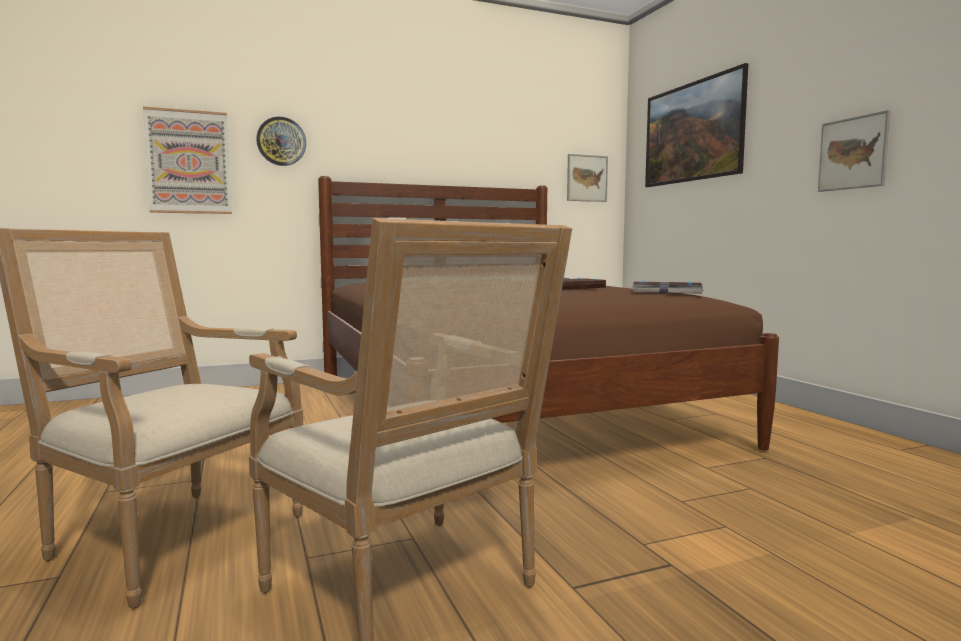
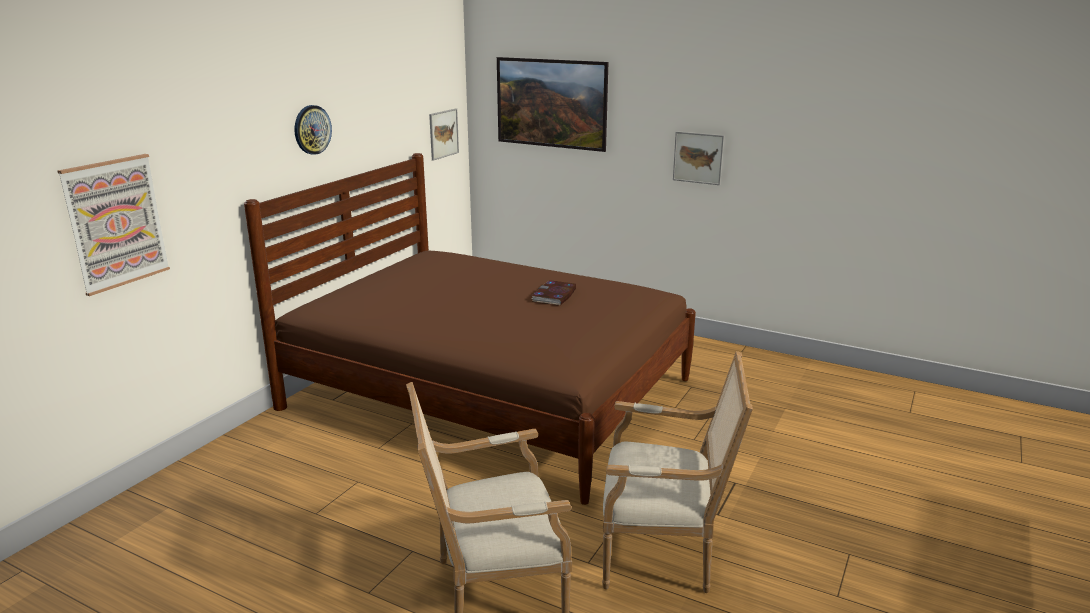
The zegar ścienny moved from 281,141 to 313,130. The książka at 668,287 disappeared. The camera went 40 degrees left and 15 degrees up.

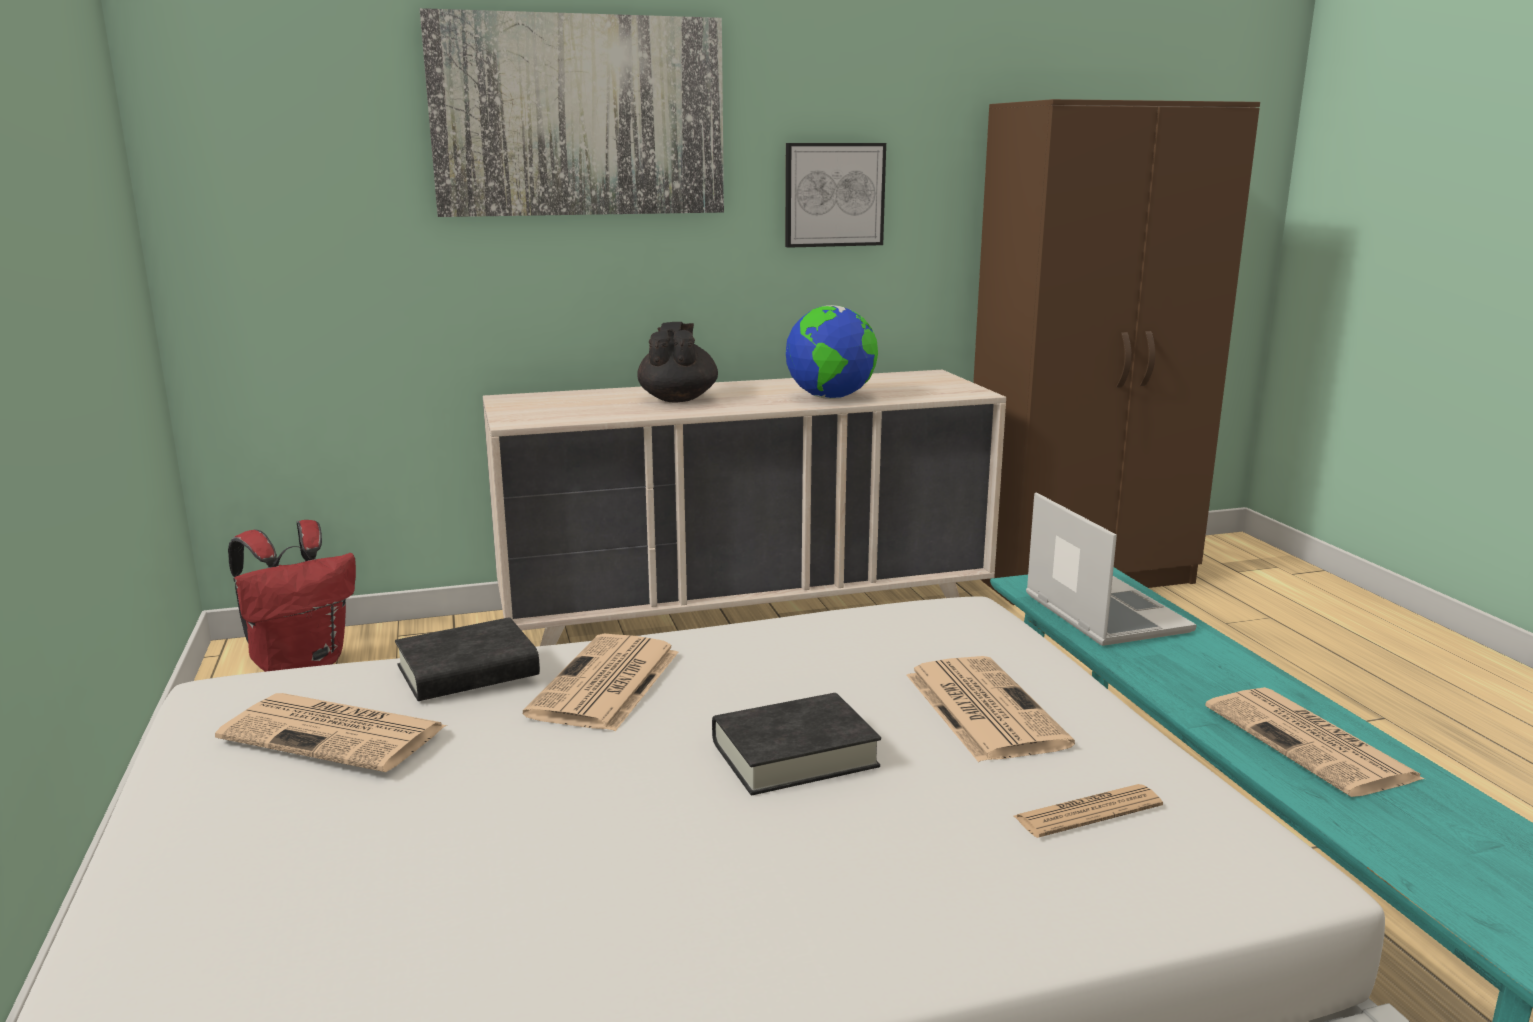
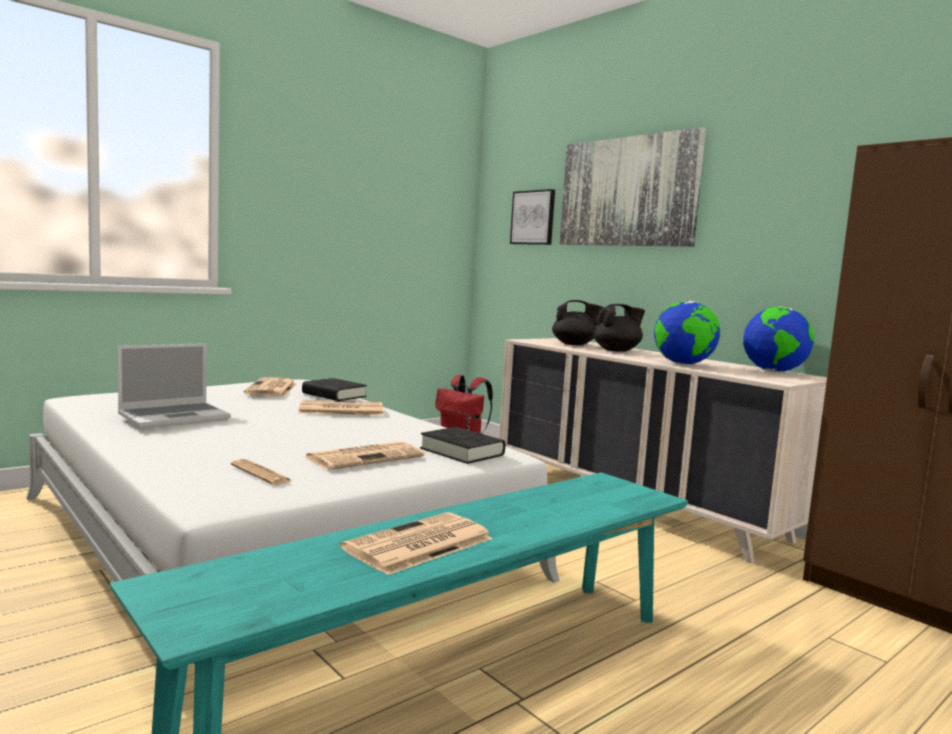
The laptop moved from 1111,569 to 174,386. The książka [czarny] moved from 796,744 to 462,445. The obraz moved from 835,195 to 532,217. The imbryk [czarny] at 578,322 appeared. The globus at 778,339 appeared. The camera went 65 degrees right and 10 degrees down.

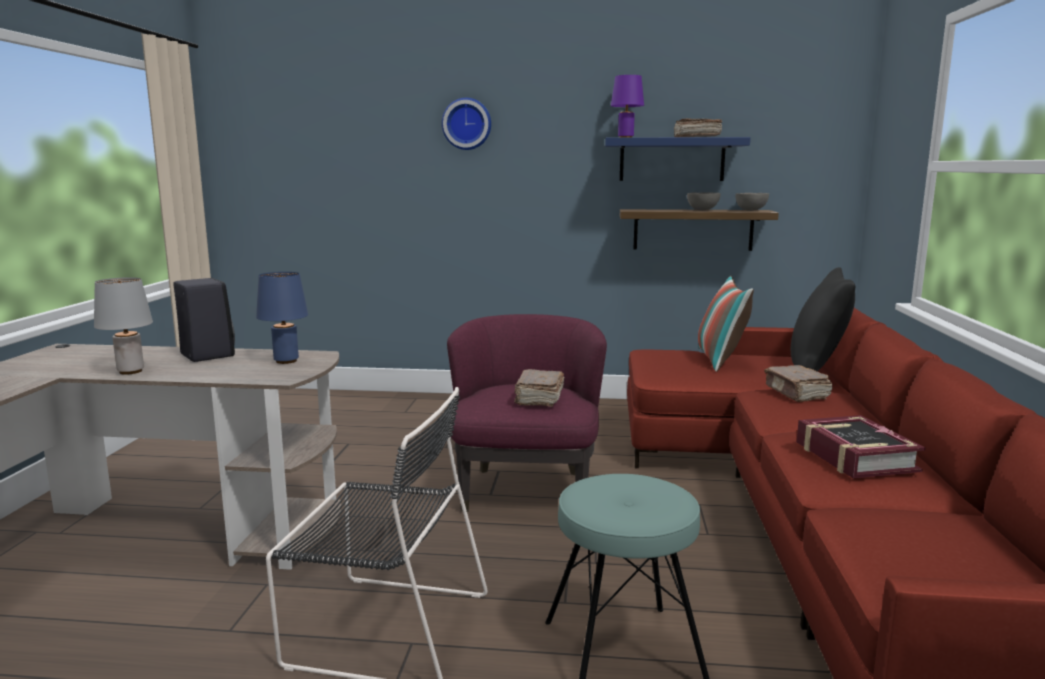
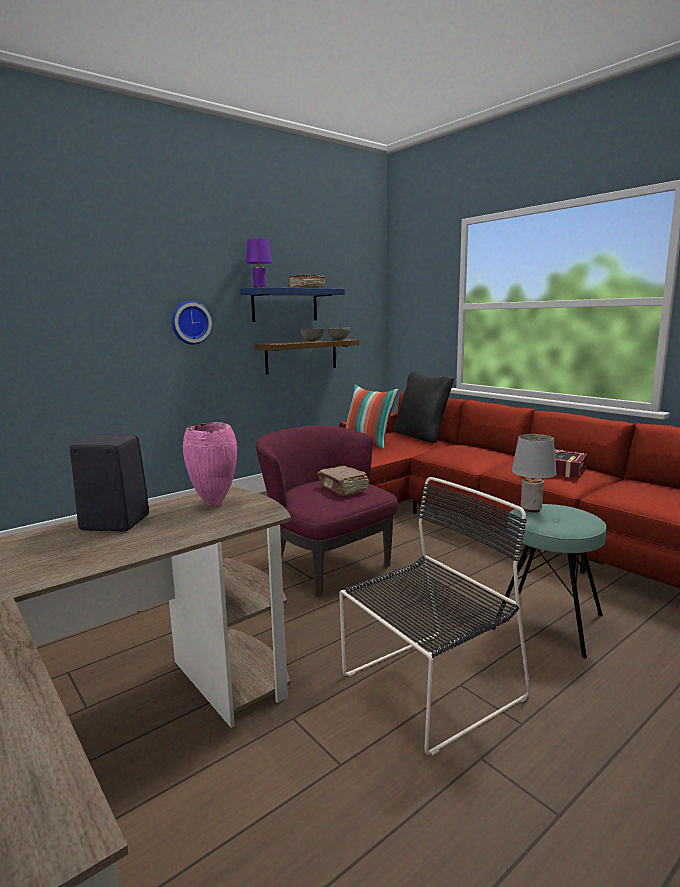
The zegar ścienny moved from 466,124 to 191,323. The lampa stołowa [niebieski] at 282,318 was replaced by the wazon [różowy] at 210,464. The lampa stołowa [szary] moved from 123,326 to 534,473. The książka [brązowy] at 798,383 disappeared. The camera went 45 degrees left and 0 degrees up.

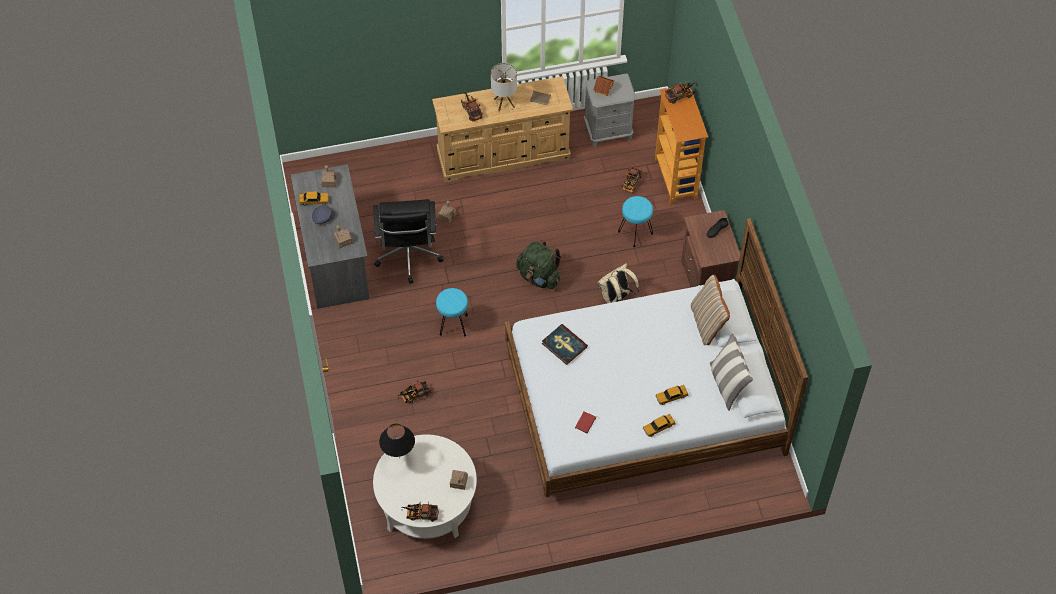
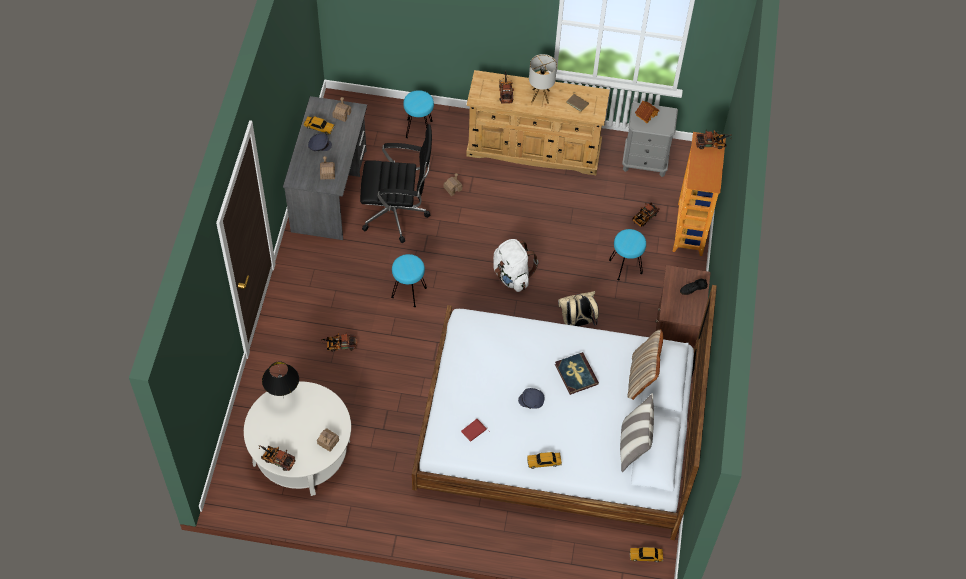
The krzesło biurowe [czarny] at 408,241 turned 105 degrees counterclockwise. The stołek [turkusowy] at 418,114 appeared. The plecak [zielony] at 538,264 became the plecak [biały] at 516,265. The czapka z daszkiem [szary] at 531,398 appeared. The książka moved from 565,344 to 577,373. The samochodzik moved from 672,395 to 646,554. The camera went 20 degrees right and 0 degrees up.

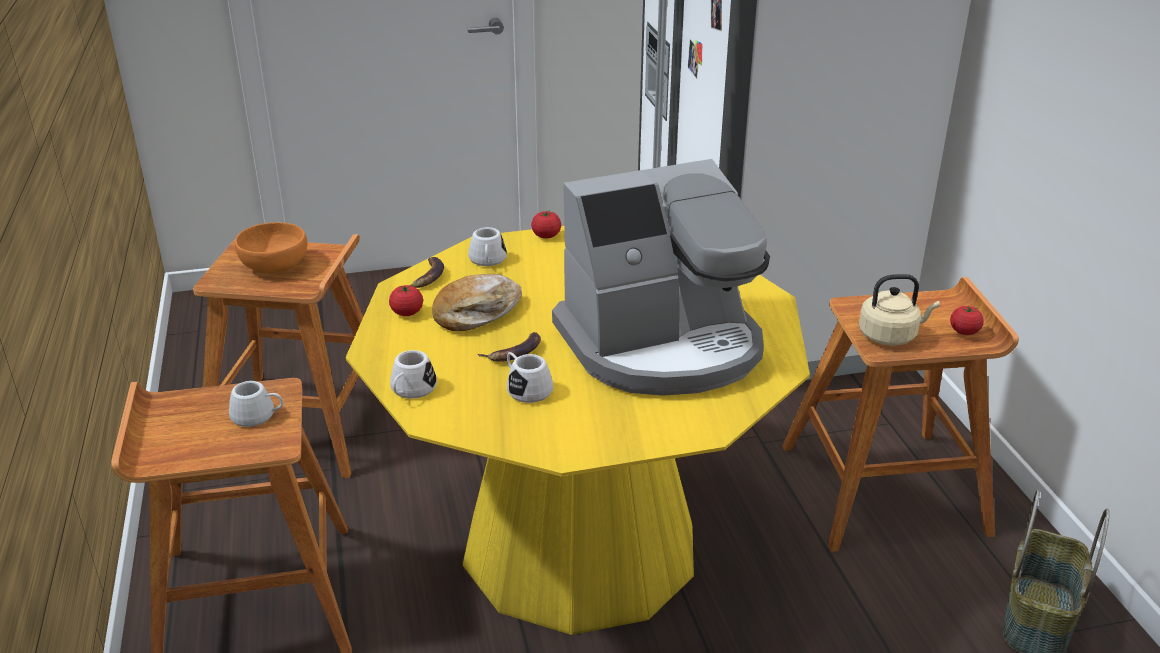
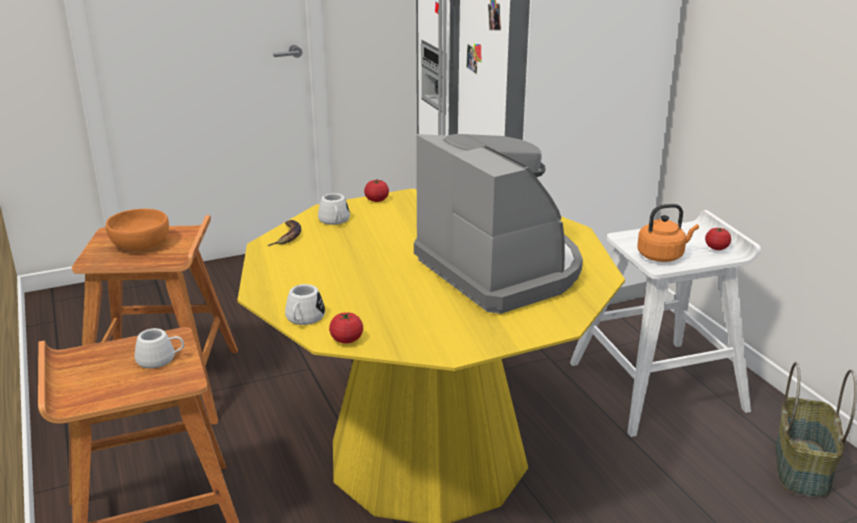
The pomidor moved from 406,300 to 346,328. The ekspres do kawy at 661,277 turned 90 degrees counterclockwise. The stołek [brązowy] at 900,414 became the stołek [biały] at 665,323. The czajnik [beżowy] at 899,310 became the czajnik [pomarańczowy] at 668,233. The chleb at 477,302 disappeared. The banan at 509,347 disappeared. The kubek [biały] at 530,377 disappeared. The camera went 10 degrees left and 5 degrees down.

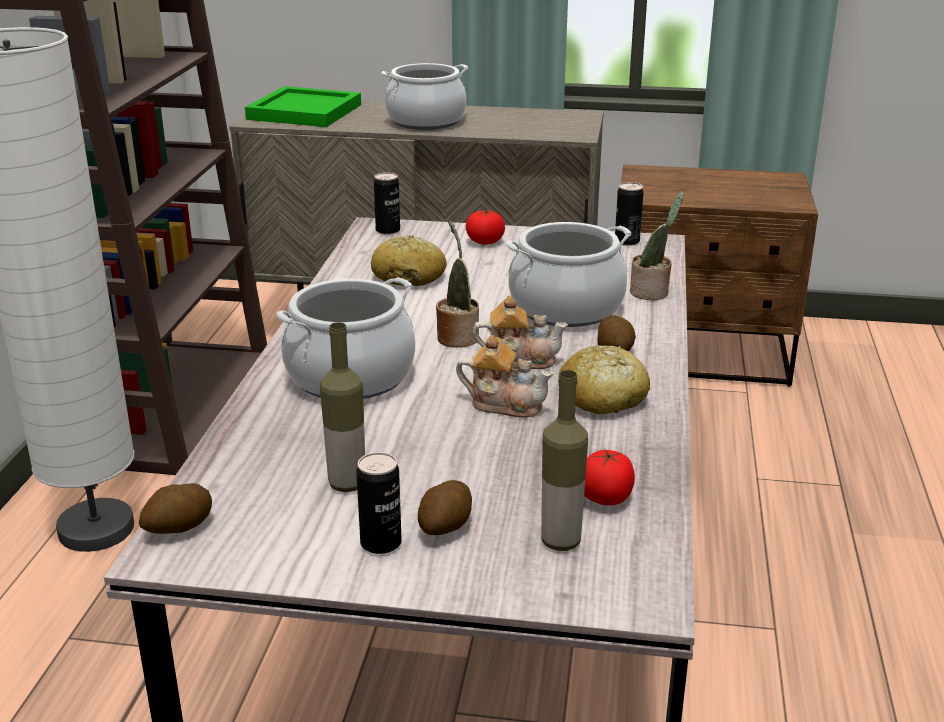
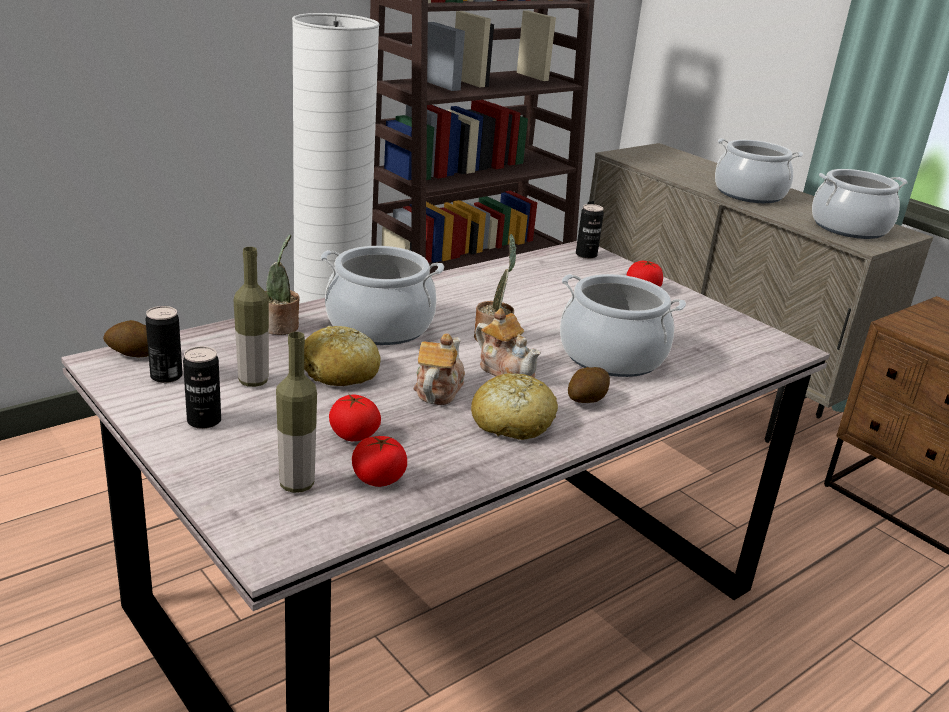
The puszka moved from 629,214 to 164,344. The roślina doniczkowa moved from 657,245 to 282,285. The chleb moved from 408,260 to 342,356. The pomidor at 355,417 appeared. The imbryk at 505,376 turned 135 degrees counterclockwise. The garnek at 860,204 appeared. The taca [zielony] at 303,106 disappeared. The ziemniak at 445,507 disappeared. The camera went 40 degrees right and 0 degrees up.

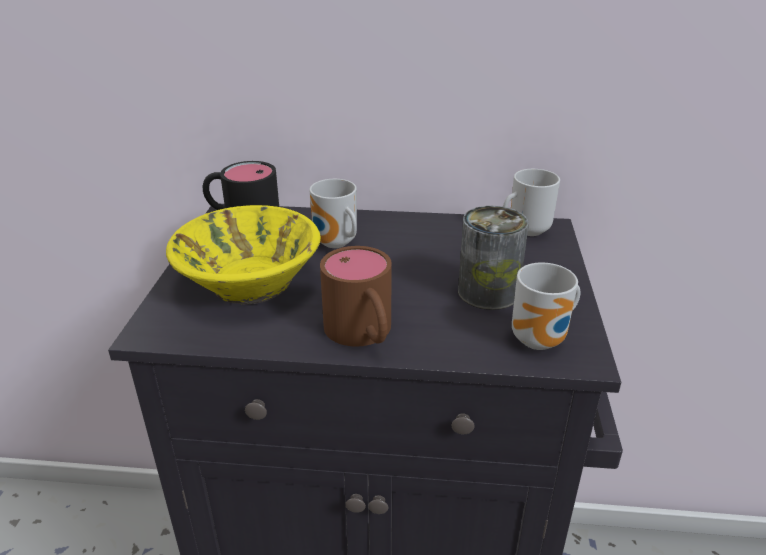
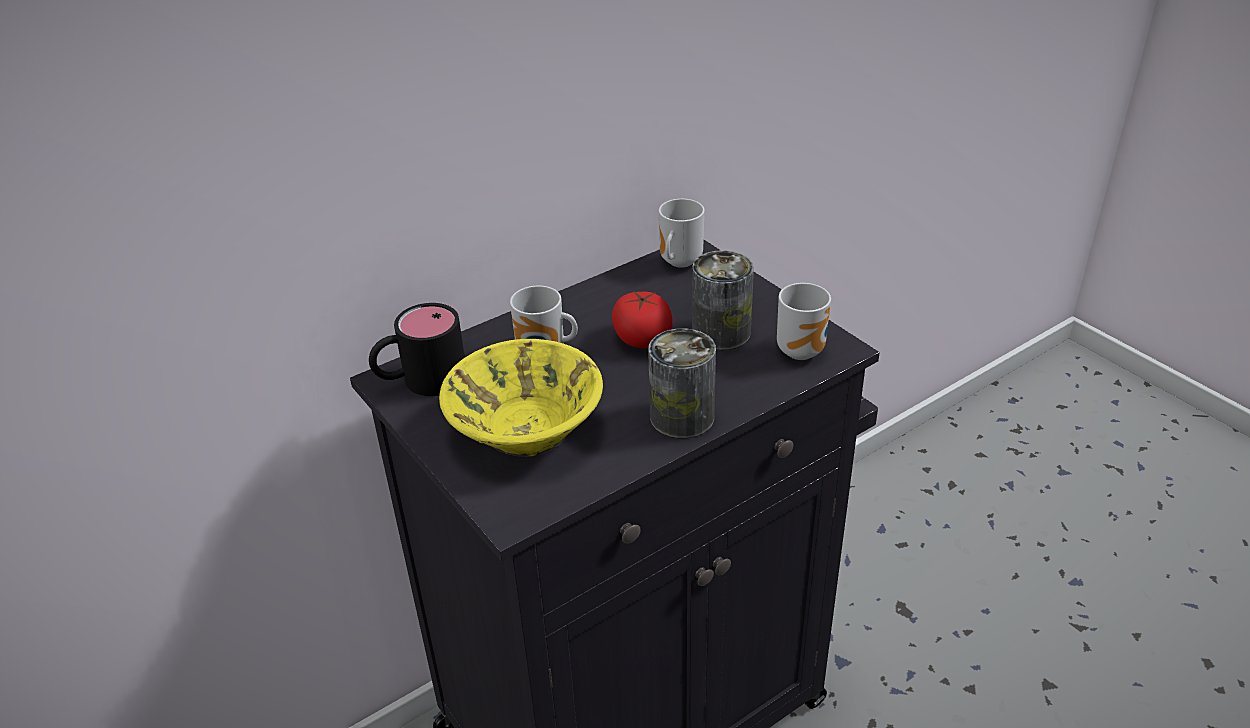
The pomidor at 642,319 appeared. The kubek [brązowy] at 356,296 was replaced by the puszka at 682,383. The camera went 40 degrees left and 5 degrees up.

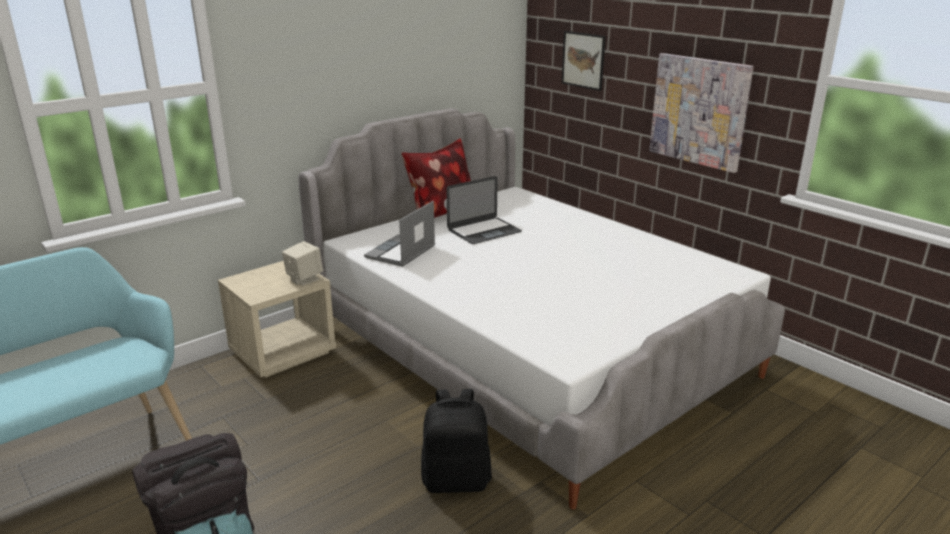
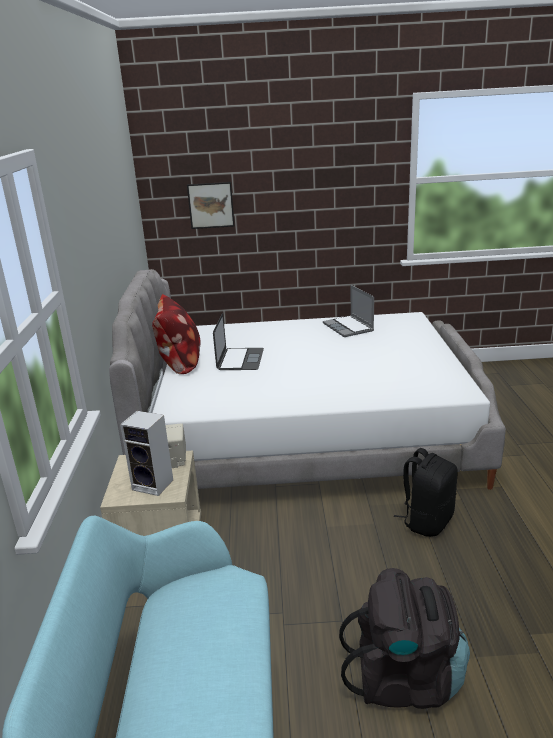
The głośnik at 146,453 appeared. The laptop moved from 399,234 to 348,311. The obraz at 701,113 disappeared. The camera went 50 degrees left and 0 degrees up.

